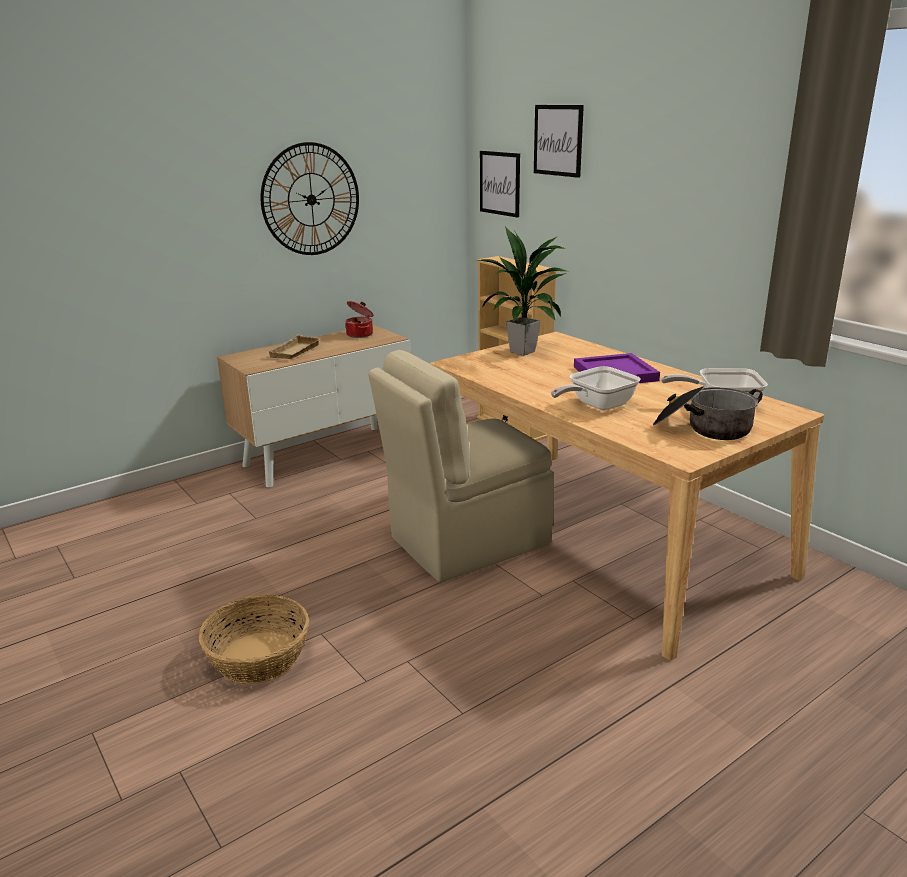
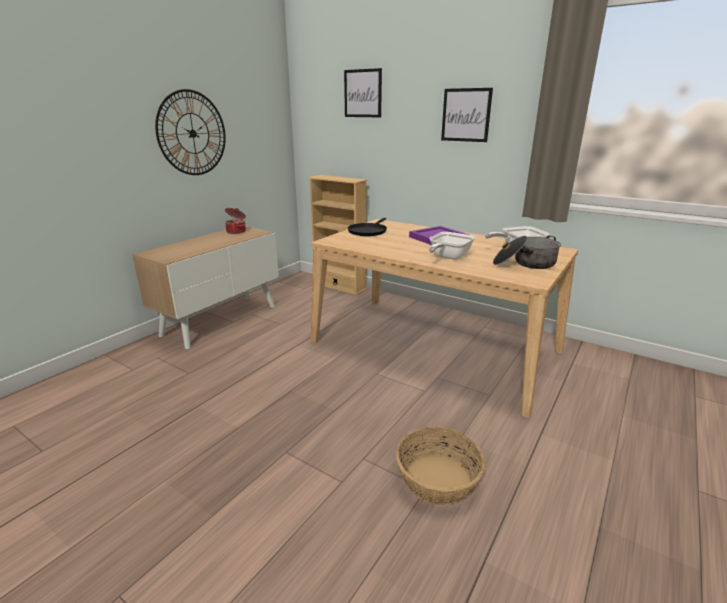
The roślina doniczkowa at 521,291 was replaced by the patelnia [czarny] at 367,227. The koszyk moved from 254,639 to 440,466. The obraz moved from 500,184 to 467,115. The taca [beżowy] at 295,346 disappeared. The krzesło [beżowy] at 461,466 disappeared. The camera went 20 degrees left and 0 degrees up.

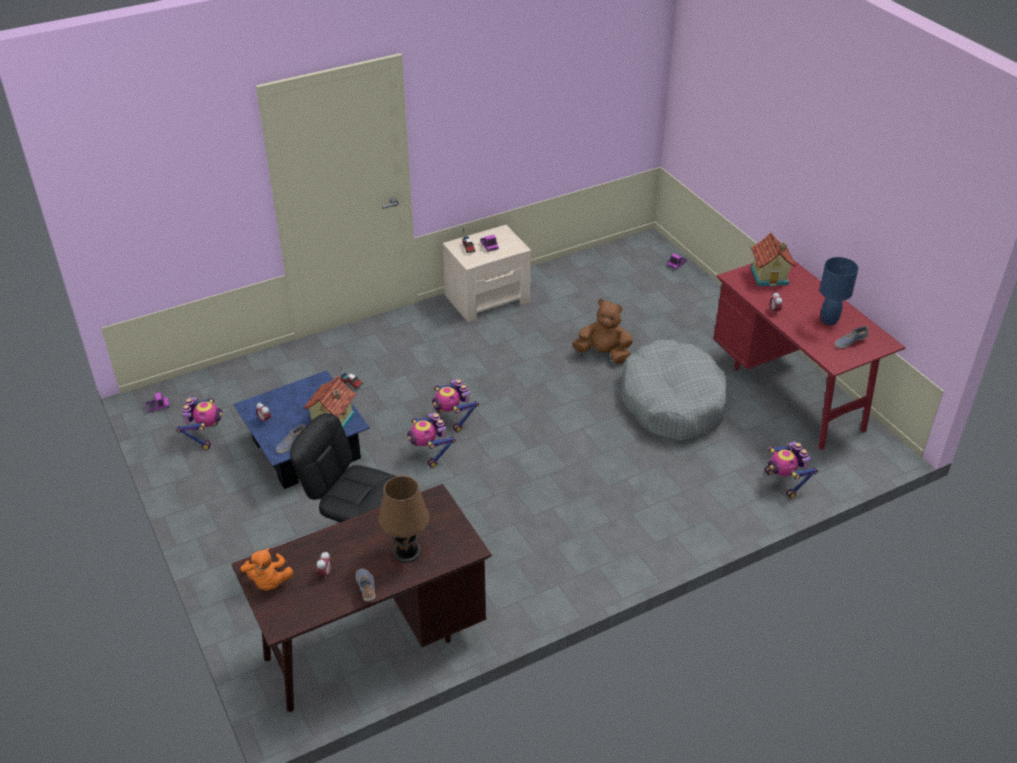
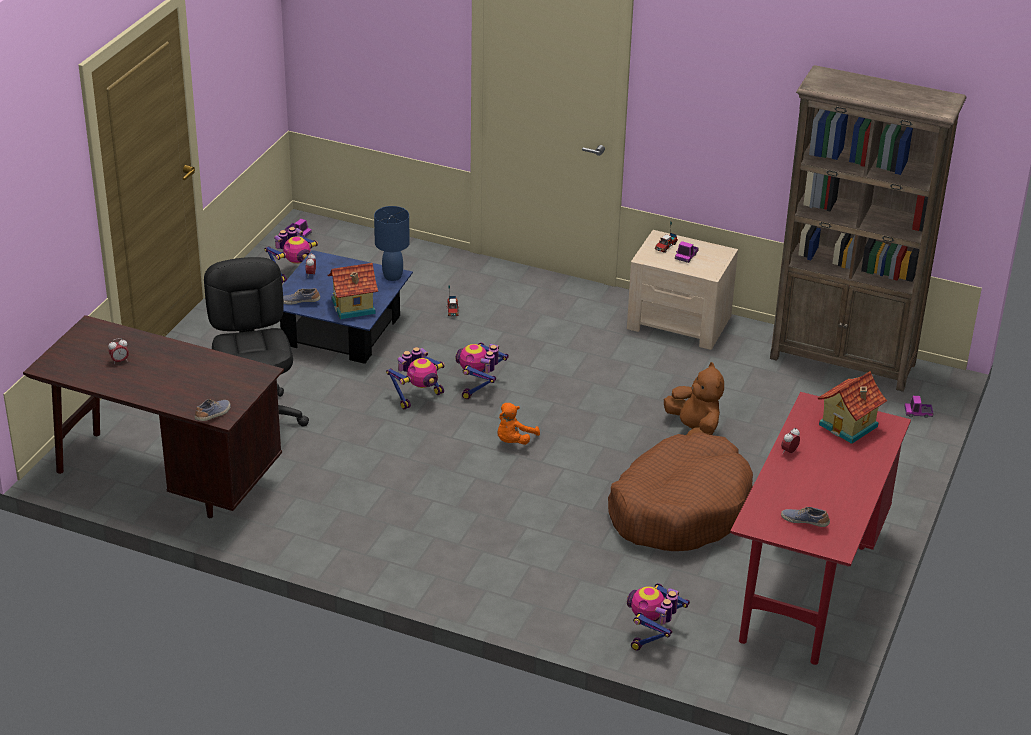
The but moved from 366,585 to 213,410. The lampa stołowa [niebieski] moved from 839,291 to 392,243. The robot zabawkowy at 431,440 turned 150 degrees counterclockwise. The pluszak [pomarańczowy] moved from 267,569 to 519,424. The legowisko [szary] at 674,391 became the legowisko [brązowy] at 680,491. The regał [brązowy] at 868,228 appeared. The lampa stołowa [brązowy] at 412,519 disappeared. The camera went 50 degrees right and 5 degrees down.

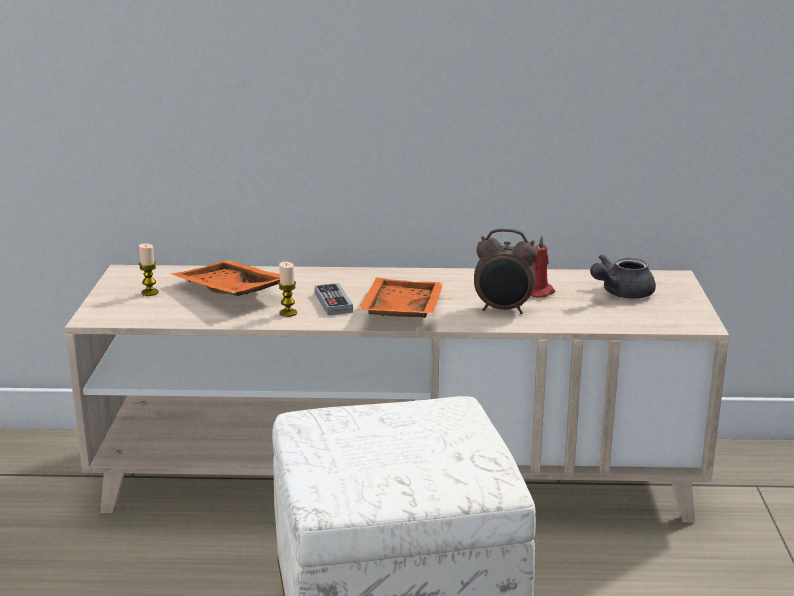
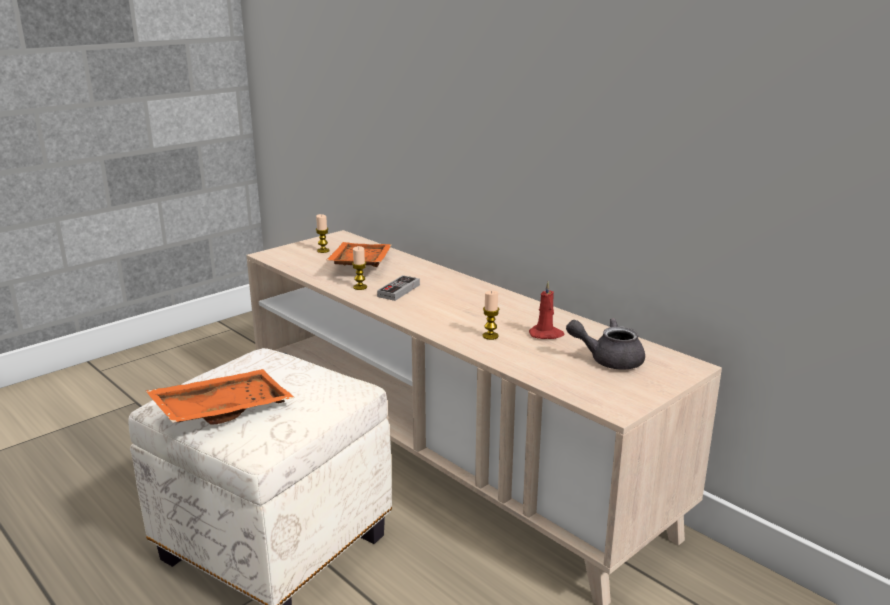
The taca [pomarańczowy] moved from 401,298 to 220,397. The budzik at 506,271 was replaced by the świeca at 491,315. The camera went 45 degrees right and 0 degrees up.

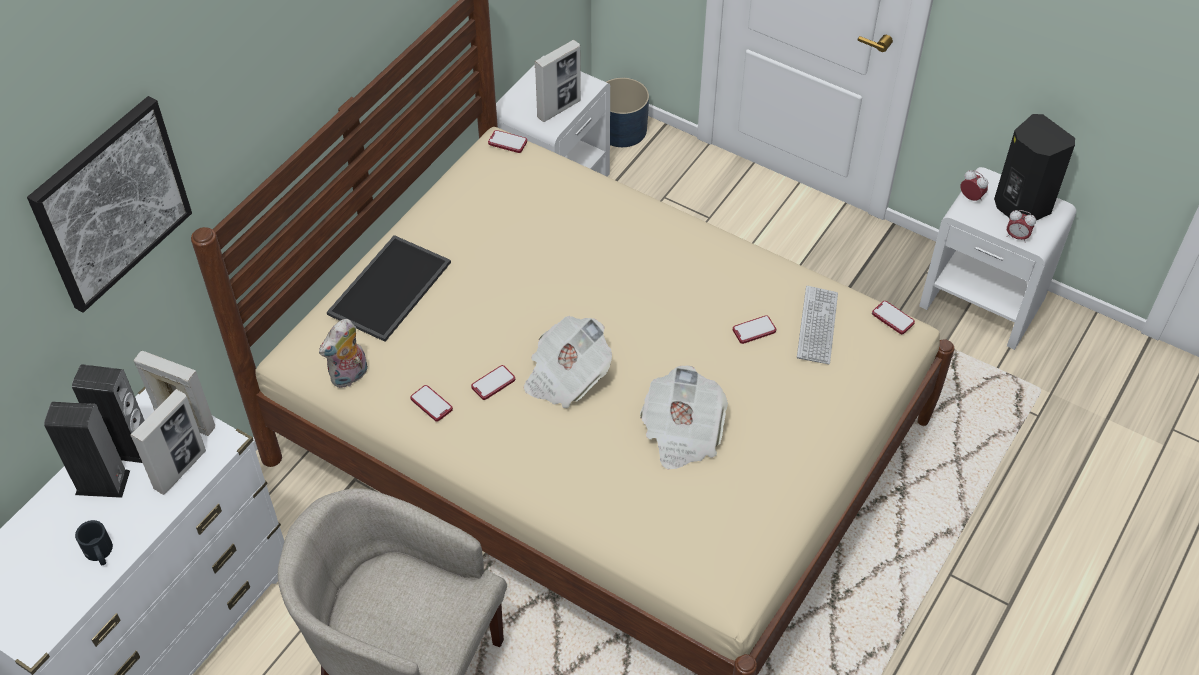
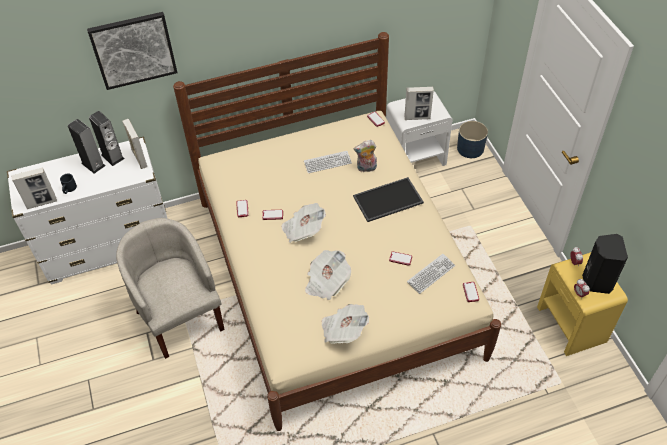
The ramka na zdjęcie moved from 168,442 to 34,188. The klawiatura at 328,162 appeared. The gazeta at 345,324 appeared. The taca moved from 389,288 to 388,199. The pluszak moved from 343,353 to 365,156. The szafka nocna [biały] at 997,258 became the szafka nocna [żółty] at 582,304. The camera went 40 degrees right and 0 degrees up.

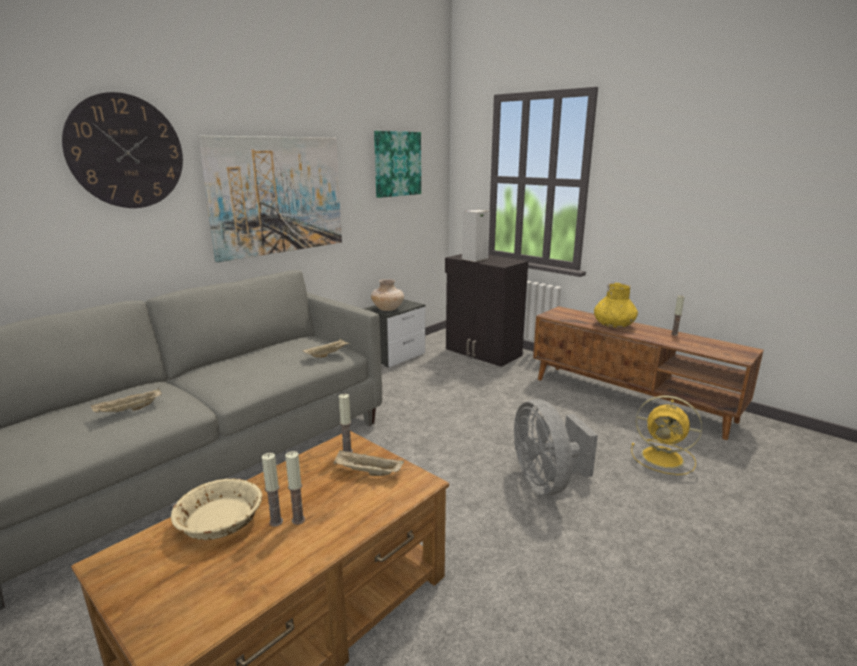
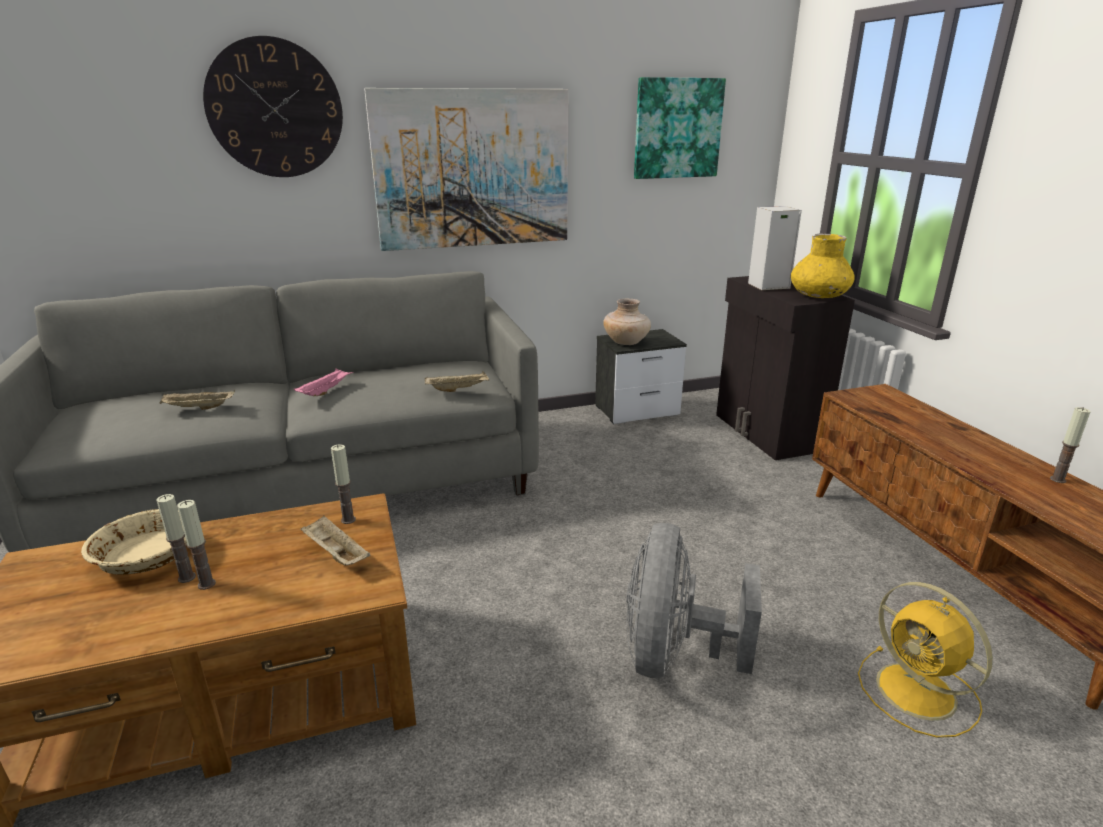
The taca [różowy] at 324,382 appeared. The wazon [żółty] moved from 616,305 to 823,265. The camera went 30 degrees right and 5 degrees up.

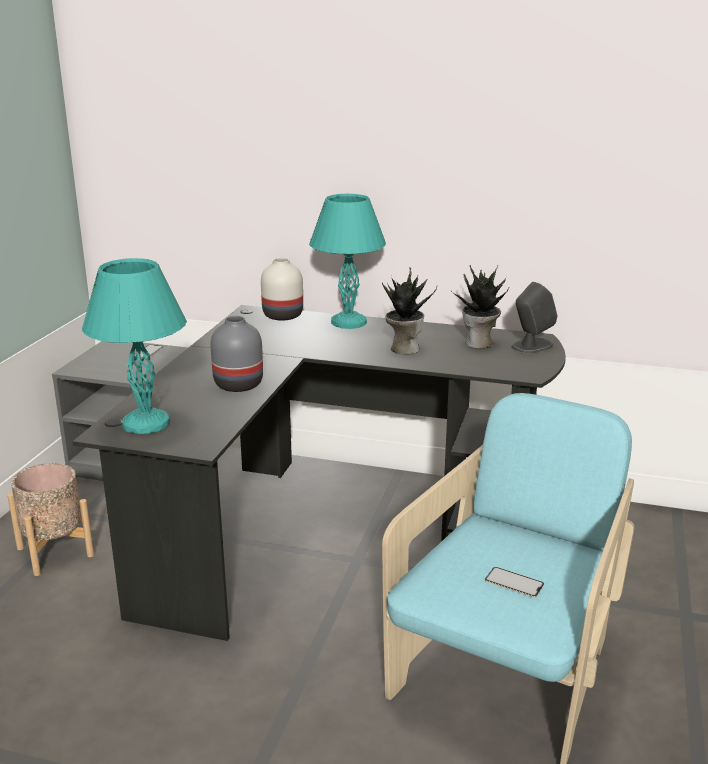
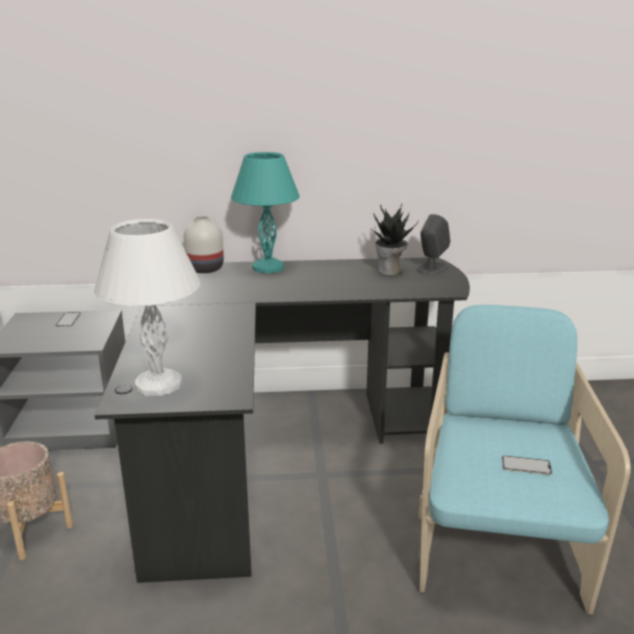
The lampa stołowa [turkusowy] at 134,346 became the lampa stołowa [biały] at 147,307. The wazon [szary] at 237,354 disappeared. The roślina doniczkowa at 409,310 disappeared. The camera went 20 degrees left and 0 degrees up.

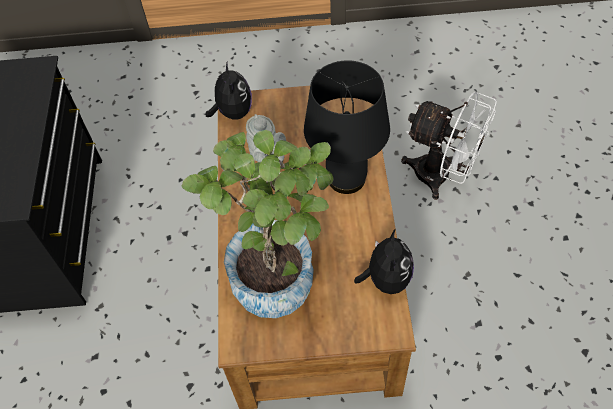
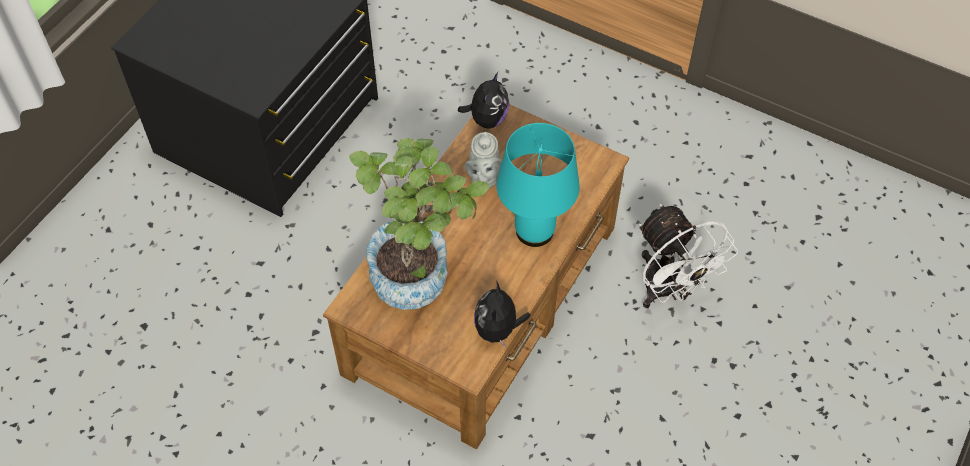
The pluszak at 384,262 turned 150 degrees clockwise. The lampa stołowa [czarny] at 347,127 became the lampa stołowa [turkusowy] at 538,185. The camera went 30 degrees right and 0 degrees up.

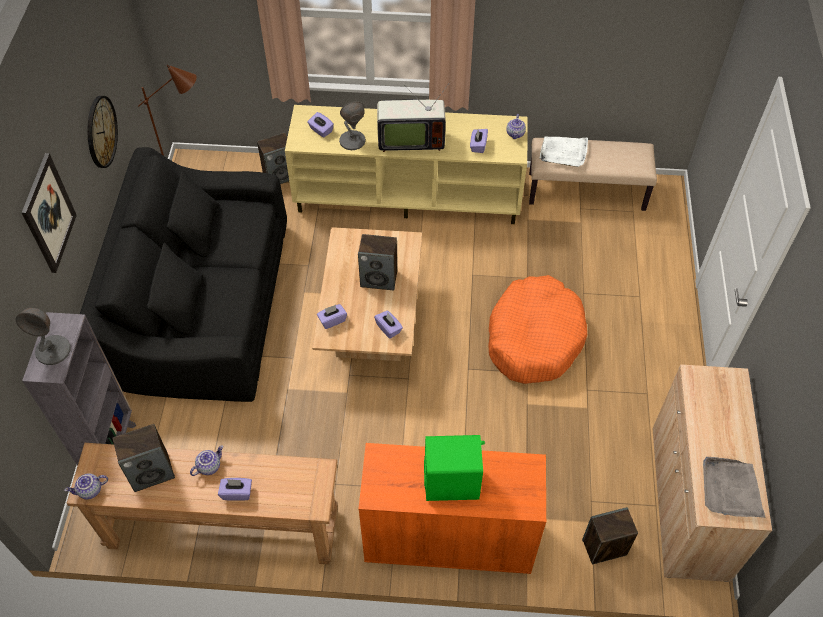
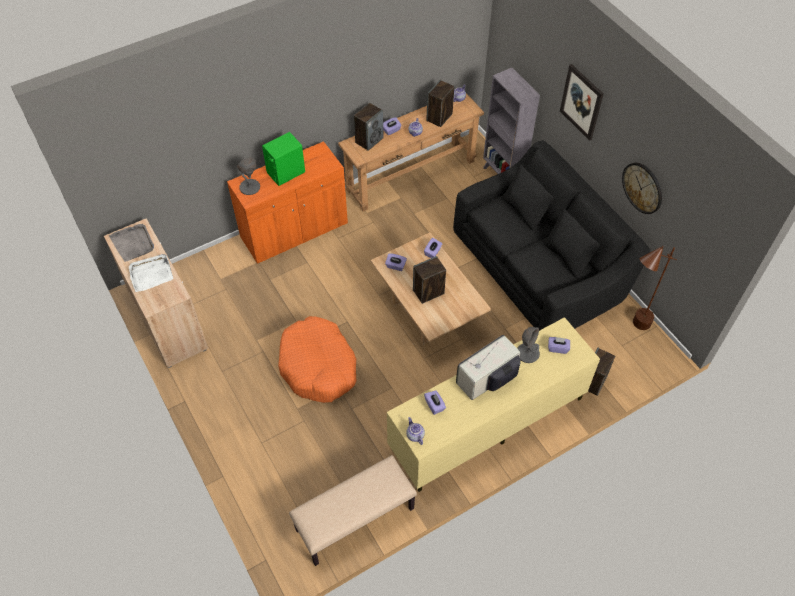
The taca [biały] moved from 564,151 to 151,273. The lampa stołowa [szary] moved from 42,336 to 248,176. The głośnik moved from 610,535 to 368,127. The camera went 145 degrees right and 0 degrees up.

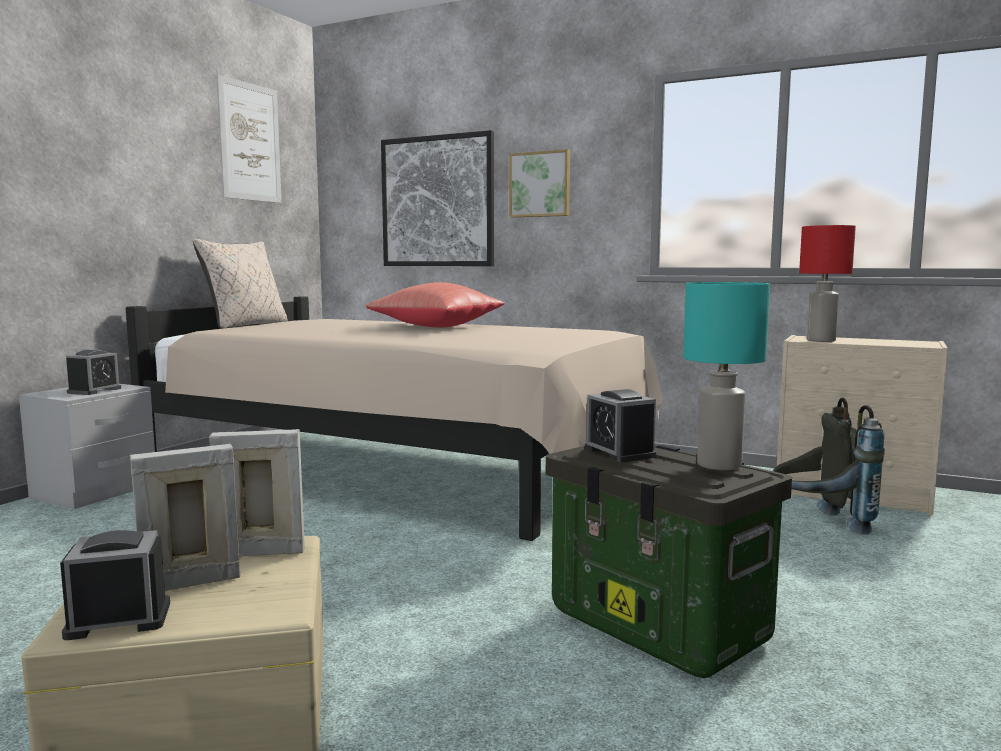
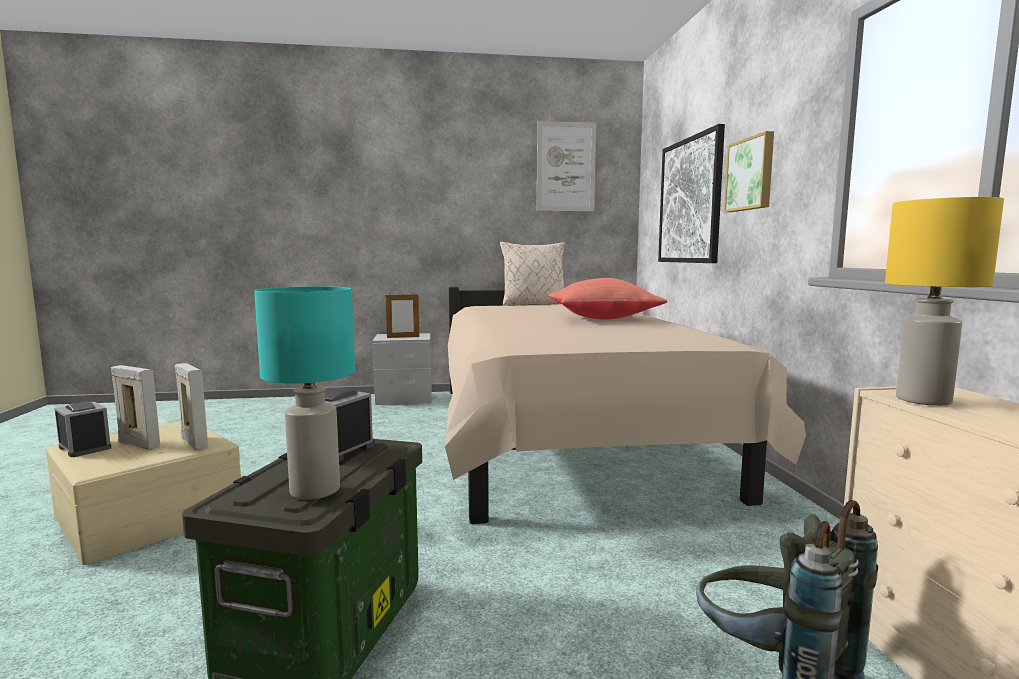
The budzik at 93,372 was replaced by the ramka na zdjęcie at 402,315. The lampa stołowa [czerwony] at 827,283 became the lampa stołowa [żółty] at 944,301. The camera went 55 degrees right and 0 degrees up.

